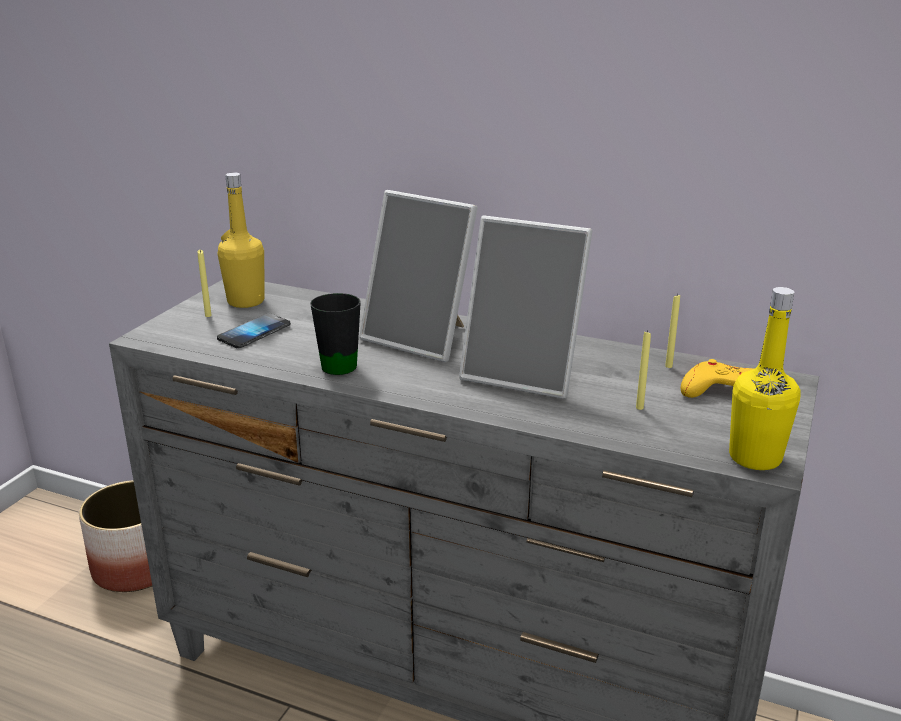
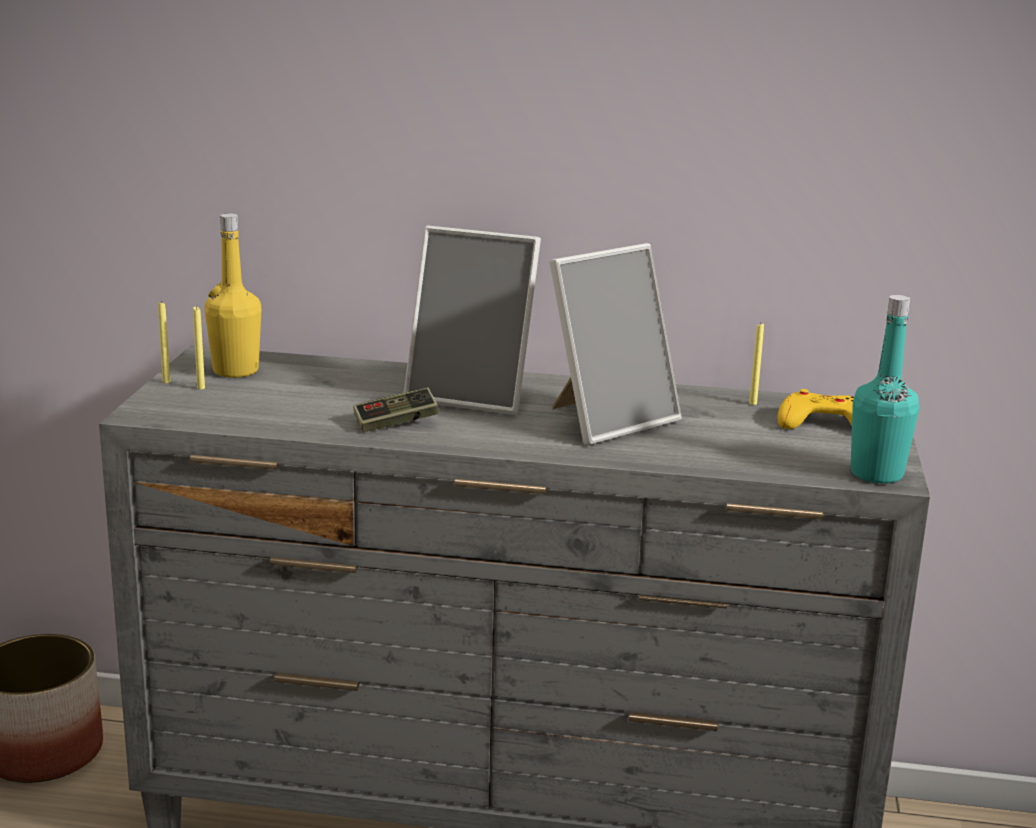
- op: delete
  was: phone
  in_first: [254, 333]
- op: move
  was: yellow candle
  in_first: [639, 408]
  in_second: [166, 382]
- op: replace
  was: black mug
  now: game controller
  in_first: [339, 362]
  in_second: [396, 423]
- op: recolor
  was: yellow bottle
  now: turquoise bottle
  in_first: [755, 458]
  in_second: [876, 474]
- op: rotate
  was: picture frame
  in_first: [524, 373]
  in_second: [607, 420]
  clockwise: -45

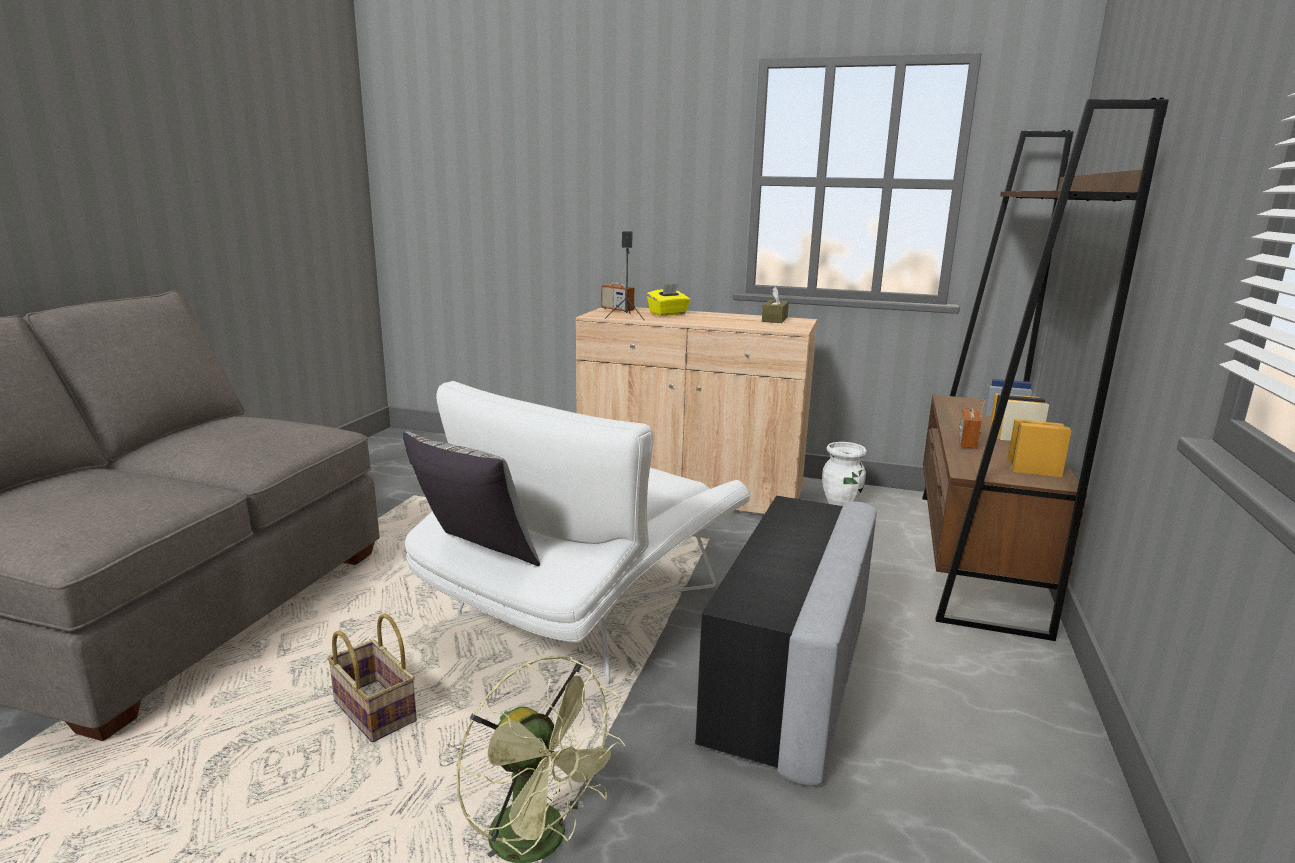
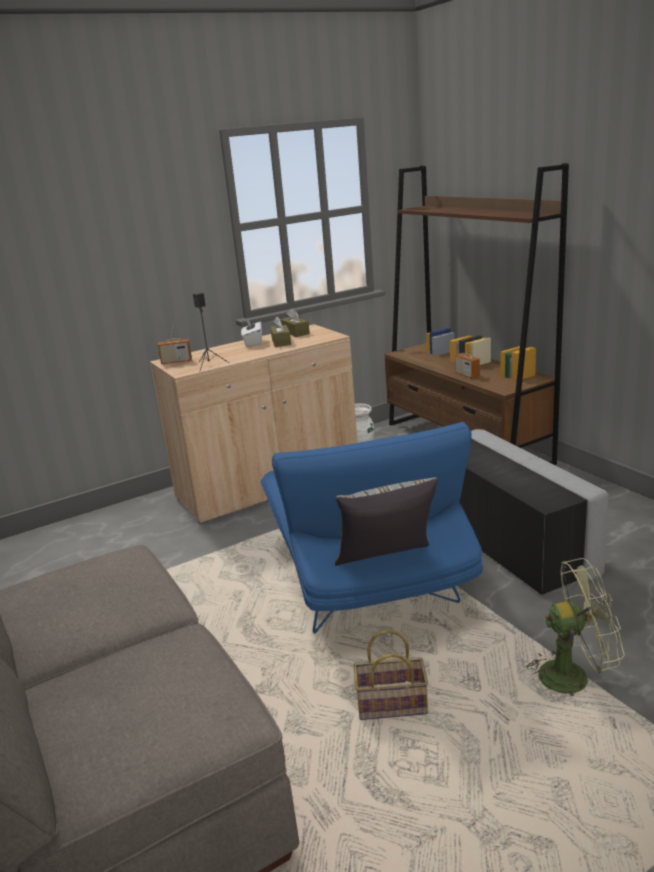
- op: delete
  was: yellow tissue box
  in_first: [668, 314]
- op: insert
  now: white tissue box
  in_second: [253, 343]
- op: insert
  now: brown tissue box
  in_second: [281, 342]
- op: recolor
  was: white armchair
  now: blue armchair
  in_first: [582, 613]
  in_second: [370, 584]

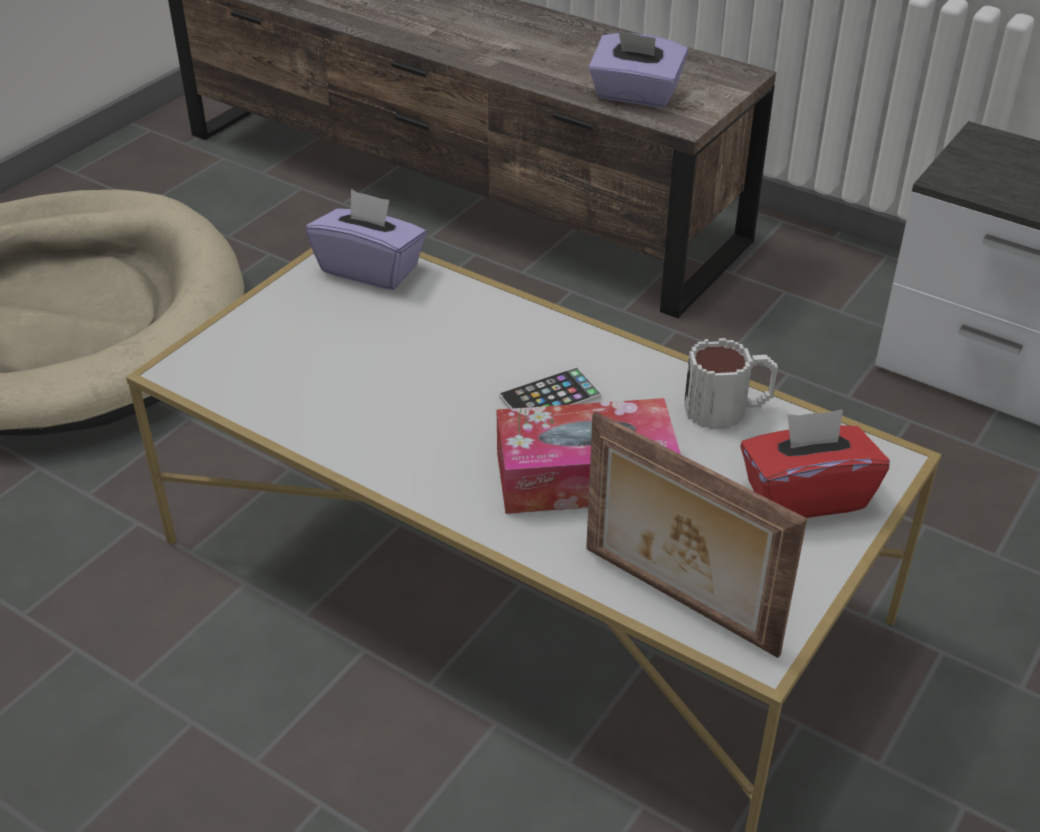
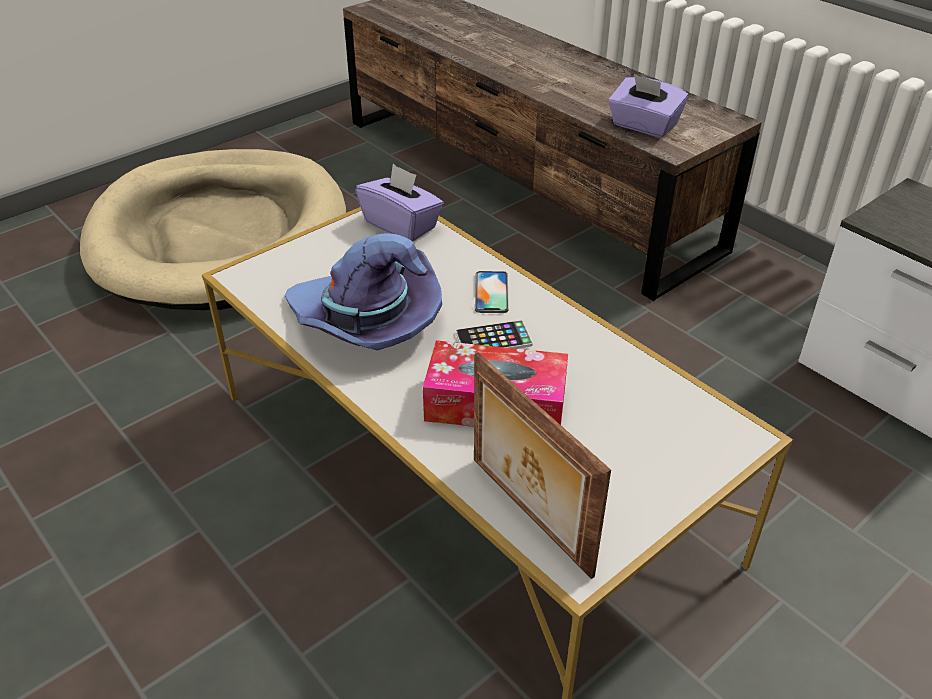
- op: delete
  was: mug
  in_first: [728, 409]
- op: delete
  was: red tissue box
  in_first: [805, 495]
- op: insert
  now: purple hat
  in_second: [365, 322]
- op: insert
  now: phone
  in_second: [491, 292]

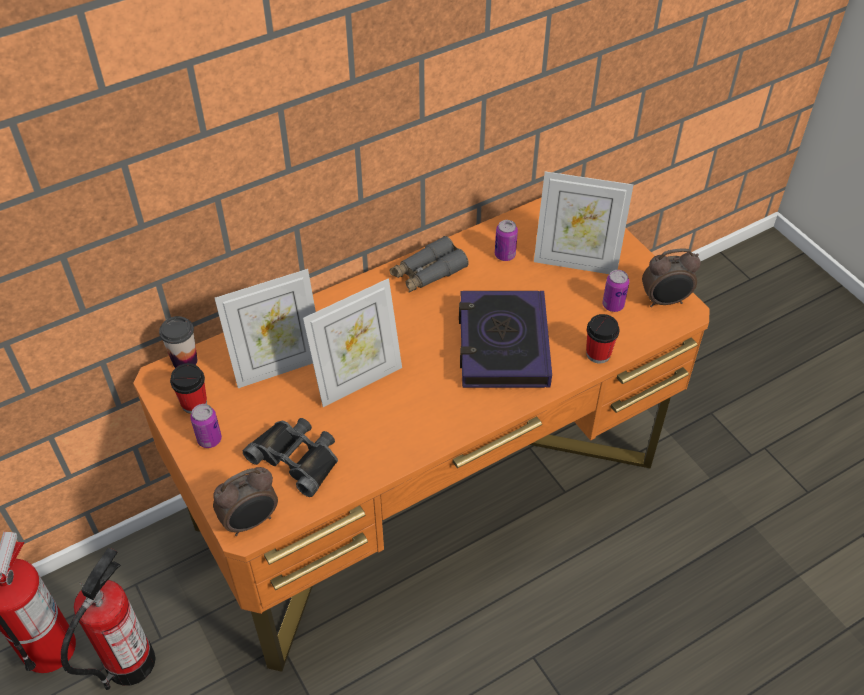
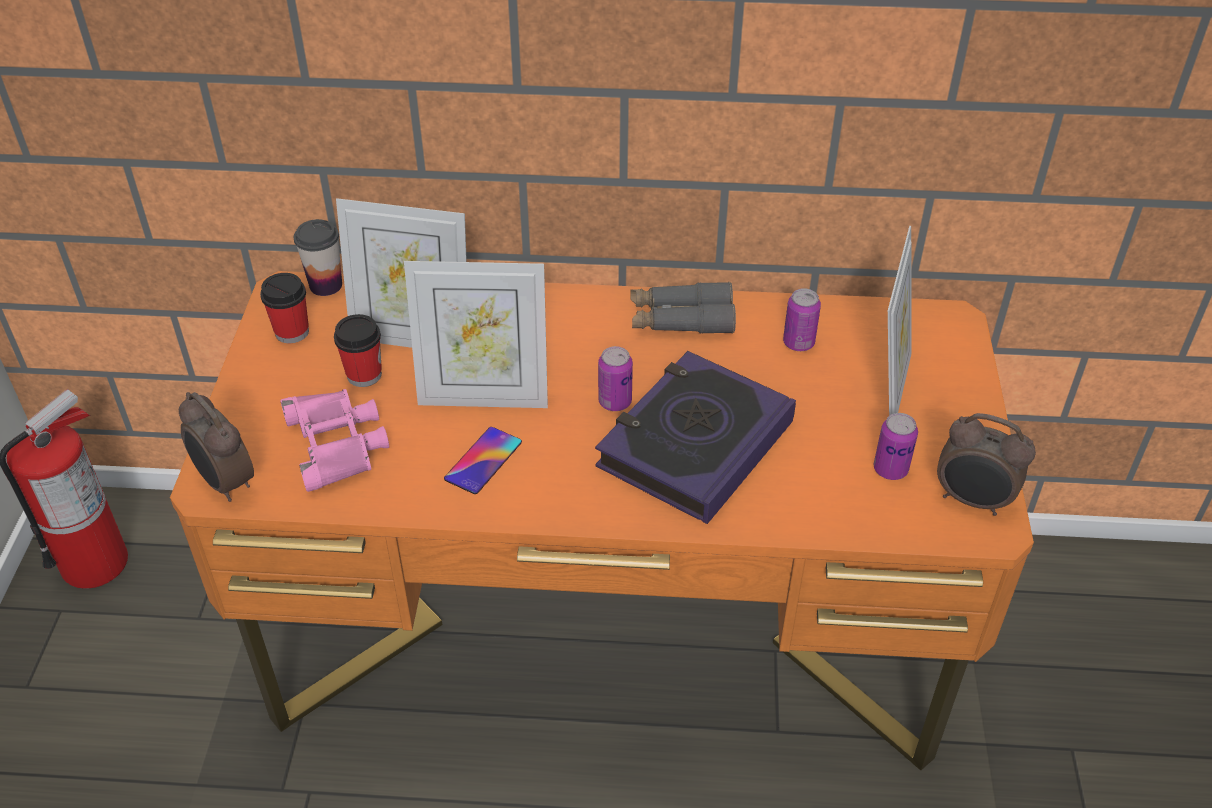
- op: delete
  was: fire extinguisher
  in_first: [130, 662]
- op: insert
  now: phone
  in_second: [483, 461]
- op: move
  was: can
  in_first: [209, 439]
  in_second: [615, 402]
- op: move
  was: cup
  in_first: [598, 354]
  in_second: [364, 375]
- op: recolor
  was: black binoculars
  now: pink binoculars
  in_first: [297, 457]
  in_second: [337, 443]
- op: rotate
  was: alarm clock
  in_first: [251, 522]
  in_second: [225, 483]
  clockwise: 45
- op: rotate
  was: picture frame
  in_first: [576, 262]
  in_second: [887, 394]
  clockwise: -120

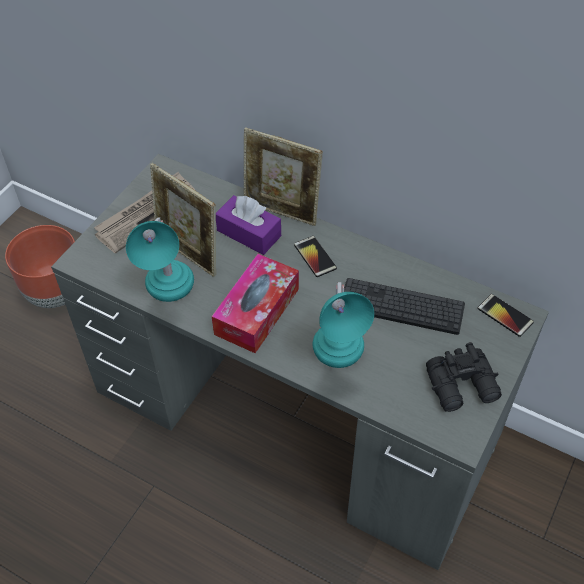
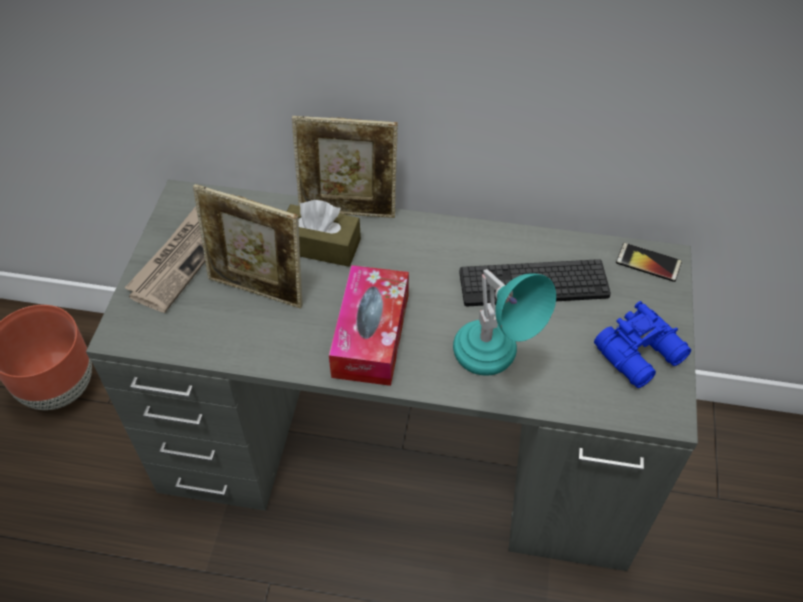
- op: delete
  was: turquoise table lamp
  in_first: [169, 295]
- op: delete
  was: phone
  in_first: [315, 257]
- op: recolor
  was: purple tissue box
  now: brown tissue box
  in_first: [249, 233]
  in_second: [320, 246]
- op: recolor
  was: black binoculars
  now: blue binoculars
  in_first: [463, 386]
  in_second: [642, 354]

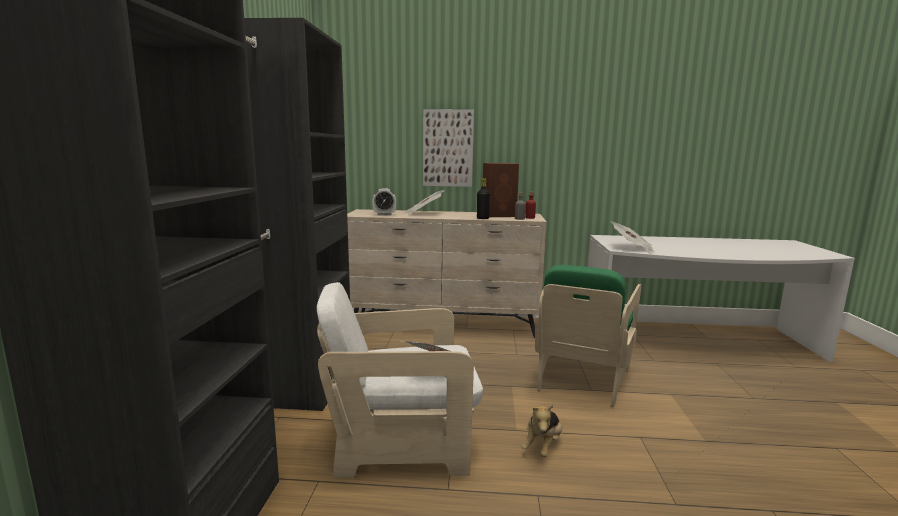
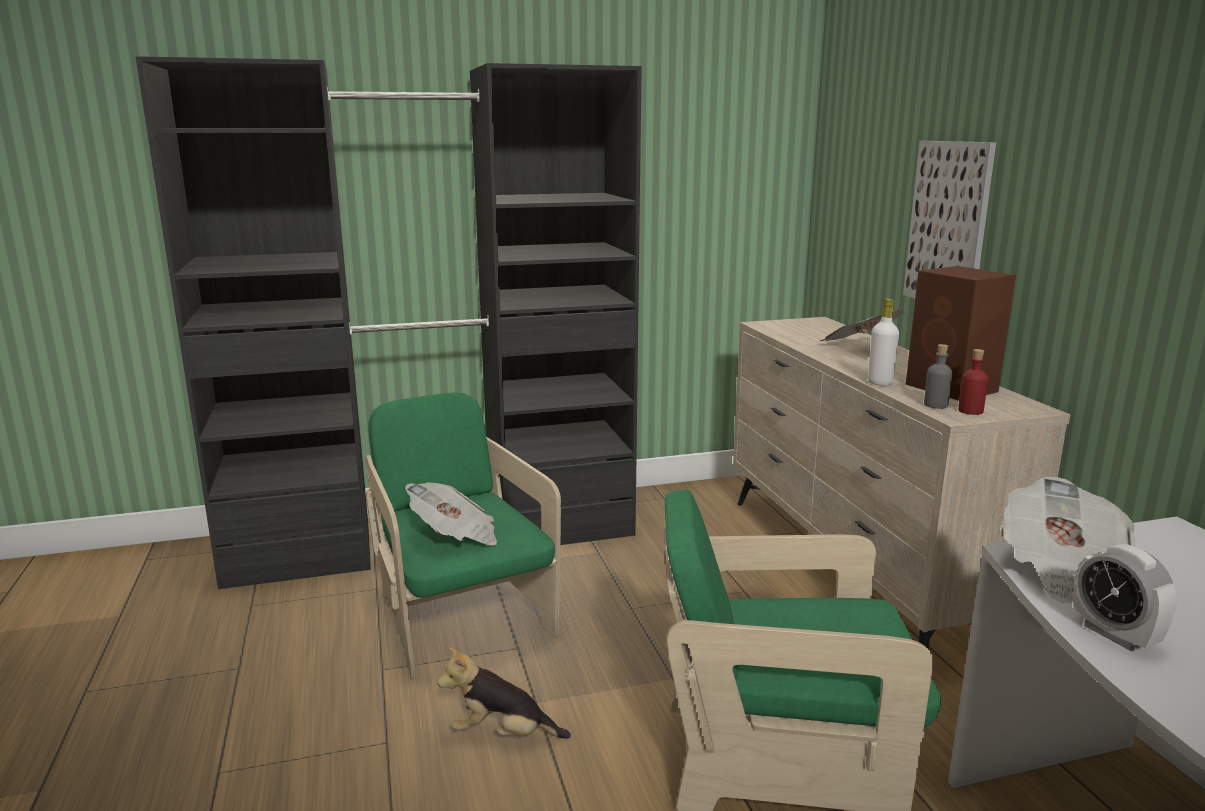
- op: move
  was: alarm clock
  in_first: [384, 214]
  in_second: [1114, 635]
- op: recolor
  was: white armchair
  now: green armchair
  in_first: [402, 443]
  in_second: [461, 618]
- op: recolor
  was: black bottle
  now: white bottle
  in_first: [482, 218]
  in_second: [880, 383]

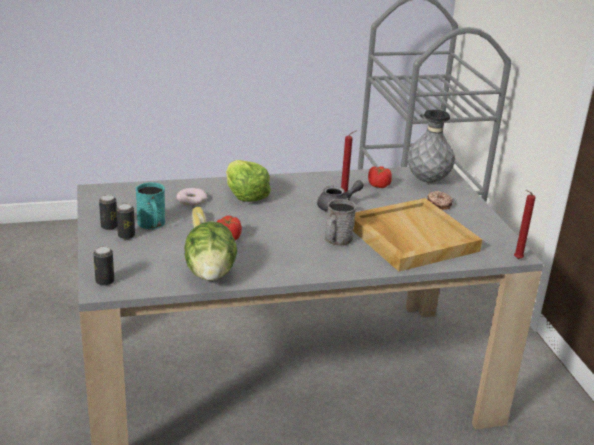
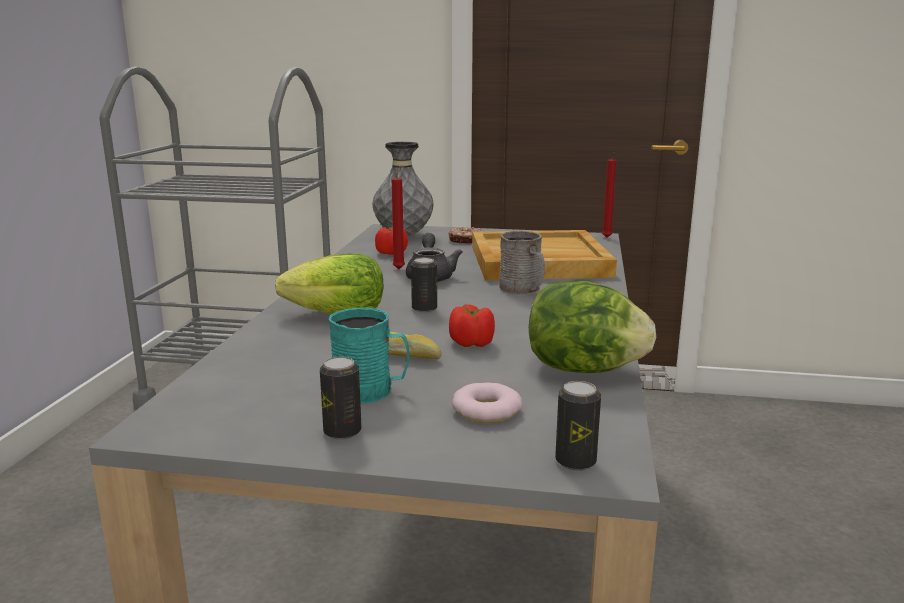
- op: move
  was: can
  in_first: [126, 236]
  in_second: [424, 309]
- op: move
  was: donut
  in_first: [192, 200]
  in_second: [486, 410]

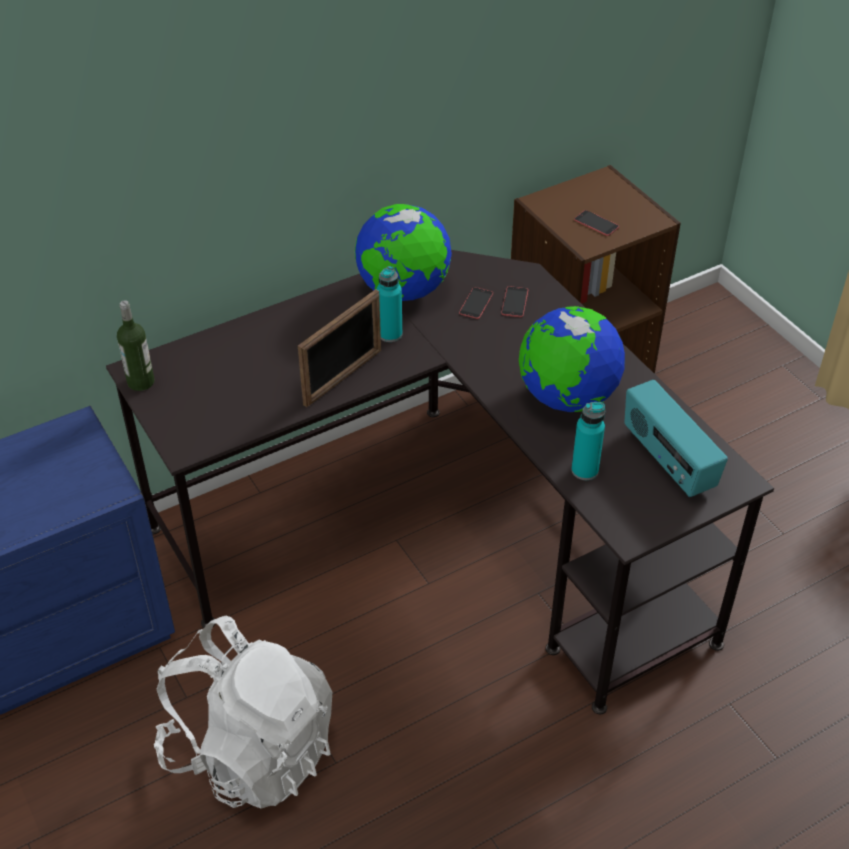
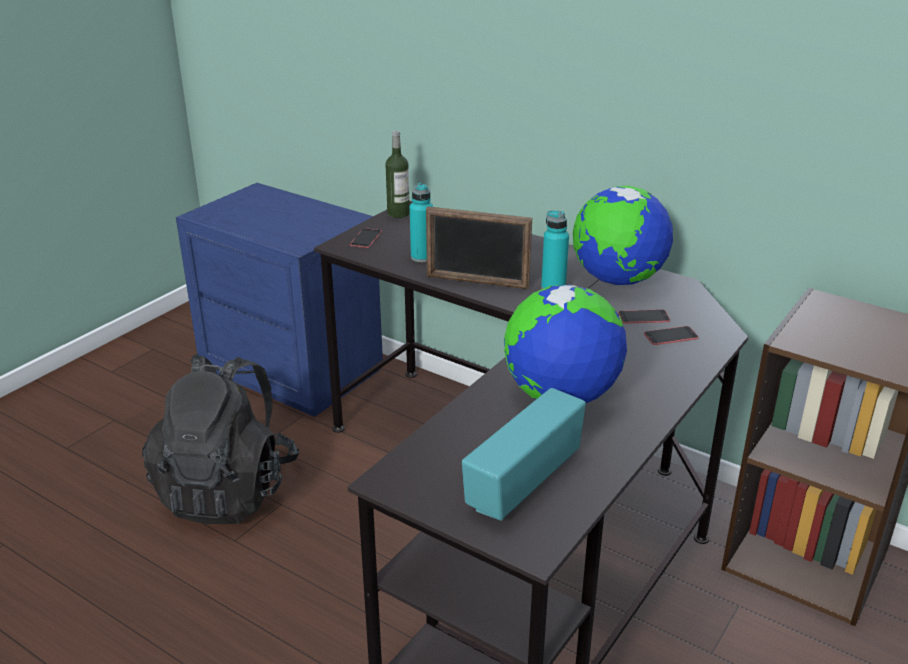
- op: move
  was: turquoise bottle
  in_first: [584, 470]
  in_second: [422, 257]
- op: move
  was: phone
  in_first: [596, 223]
  in_second: [366, 238]
- op: recolor
  was: white backpack
  now: black backpack
  in_first: [251, 750]
  in_second: [228, 490]

